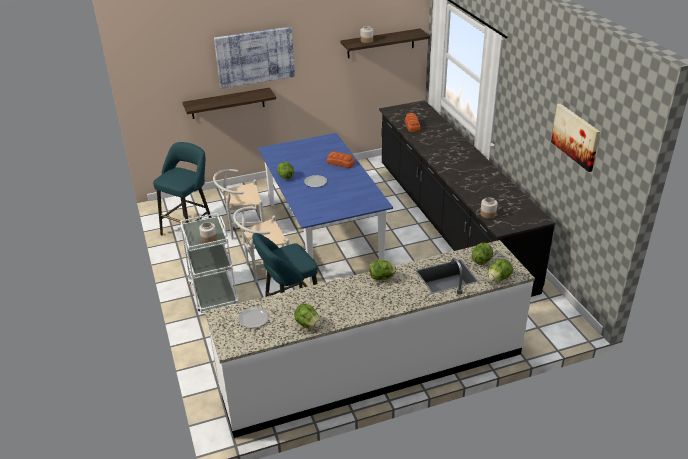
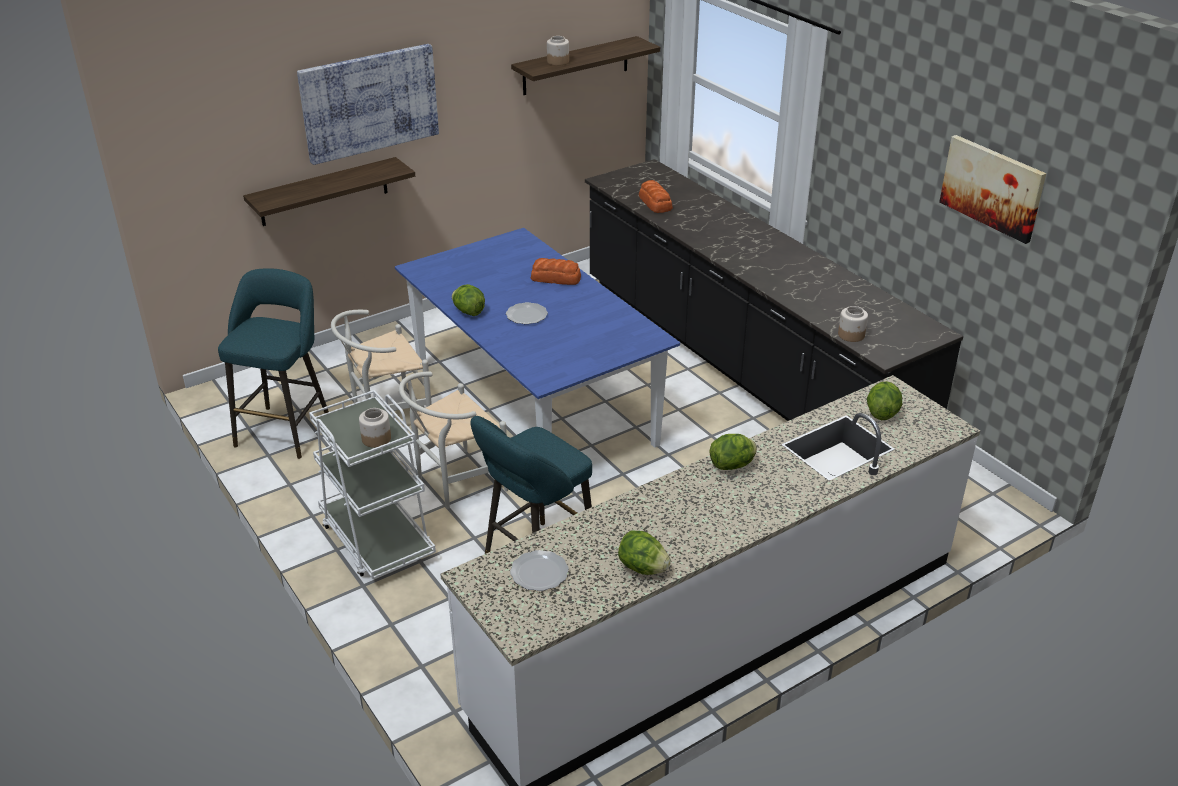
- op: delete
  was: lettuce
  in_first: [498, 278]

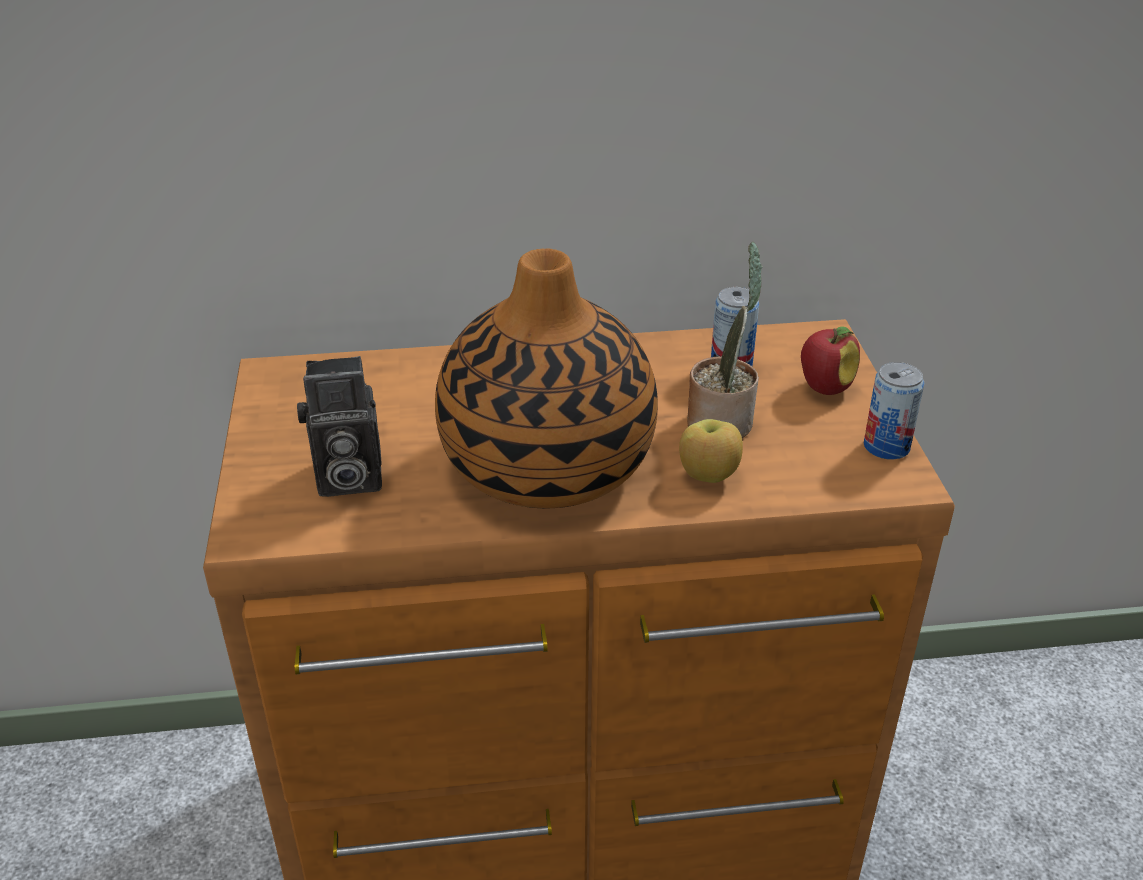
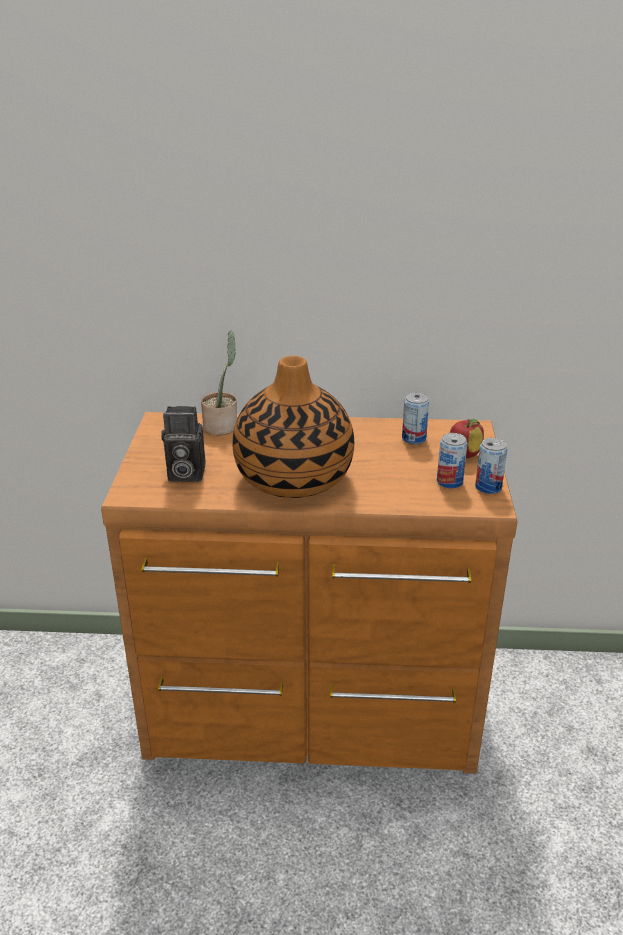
- op: delete
  was: apple
  in_first: [708, 476]
- op: insert
  now: can
  in_second: [449, 482]
- op: move
  was: potted plant
  in_first: [722, 420]
  in_second: [222, 426]

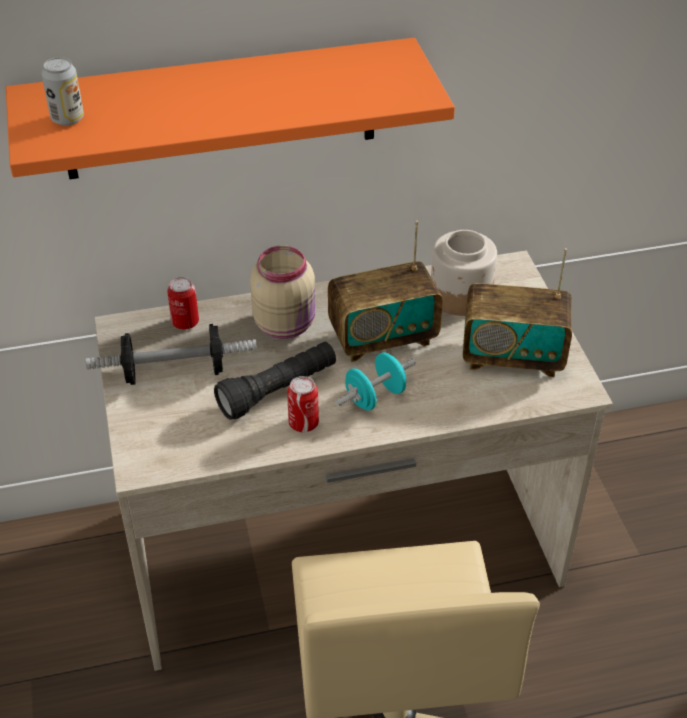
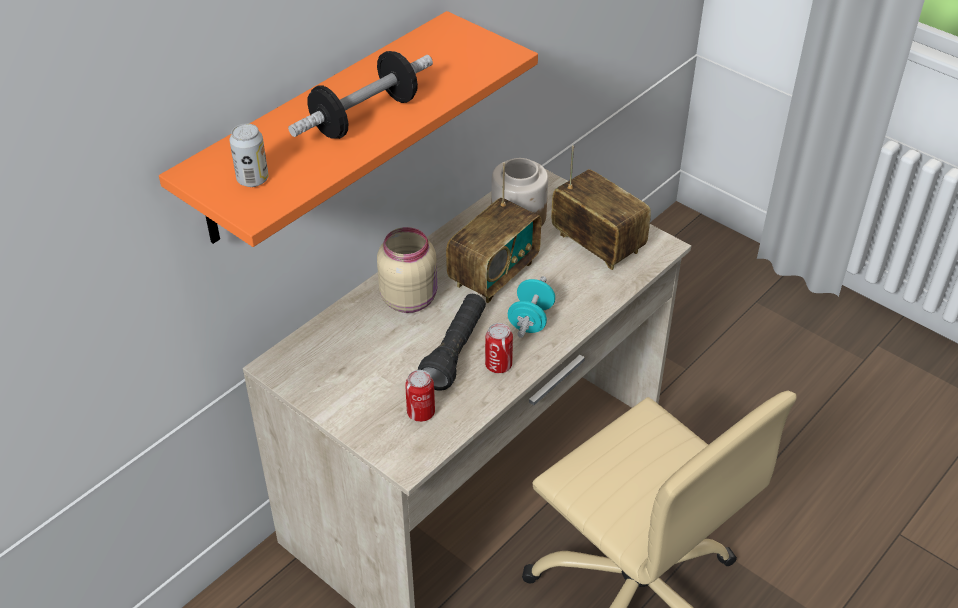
- op: move
  was: dumbbell
  in_first: [174, 372]
  in_second: [364, 117]
- op: move
  was: can
  in_first: [185, 322]
  in_second: [421, 413]
- op: rotate
  was: radio
  in_first: [512, 357]
  in_second: [597, 244]
  clockwise: -105

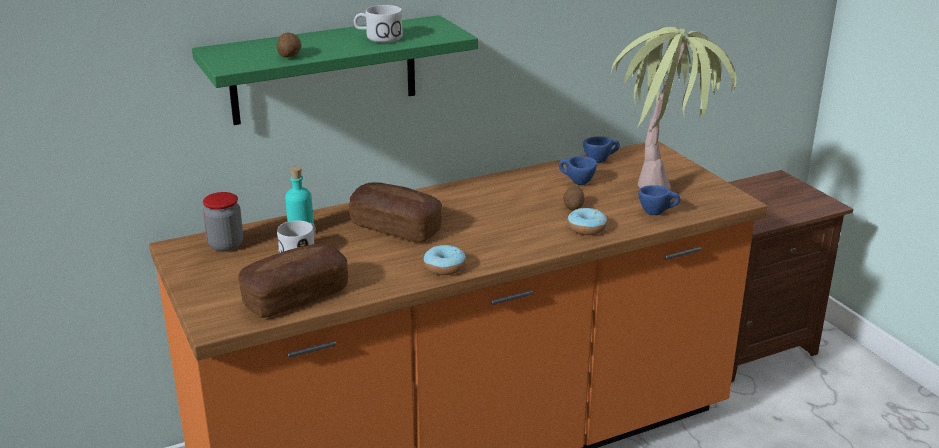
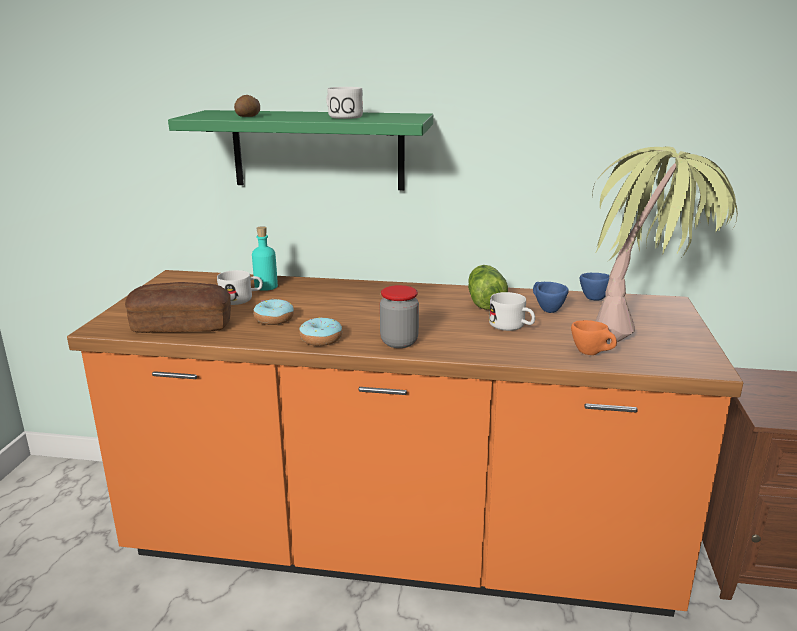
- op: delete
  was: bread
  in_first: [396, 228]
- op: insert
  now: lettuce
  in_second: [485, 300]
- op: move
  was: jar
  in_first: [225, 245]
  in_second: [399, 342]
- op: move
  was: donut
  in_first: [586, 228]
  in_second: [274, 319]
- op: replace
  was: potato
  now: white mug
  in_first: [573, 206]
  in_second: [512, 326]
- op: recolor
  was: blue cup
  now: orange cup
  in_first: [657, 213]
  in_second: [592, 354]

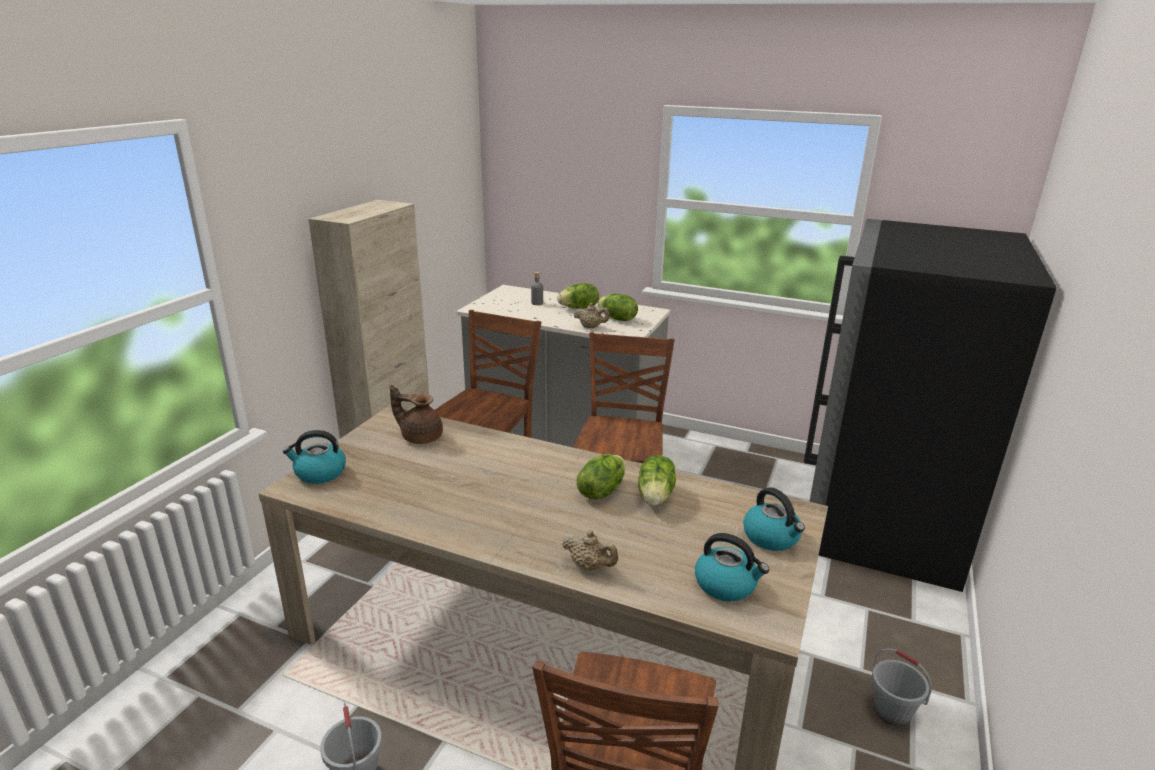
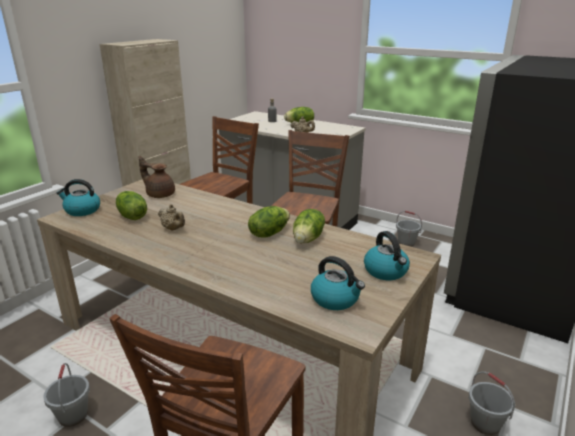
- op: insert
  now: grey bucket
  in_second: [406, 243]
- op: move
  was: beige teapot
  in_first: [589, 567]
  in_second: [173, 229]
- op: move
  was: lettuce
  in_first: [617, 319]
  in_second: [131, 216]

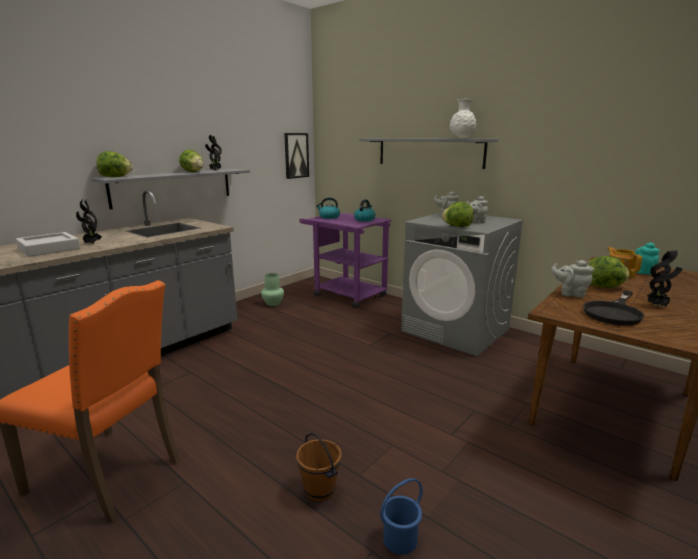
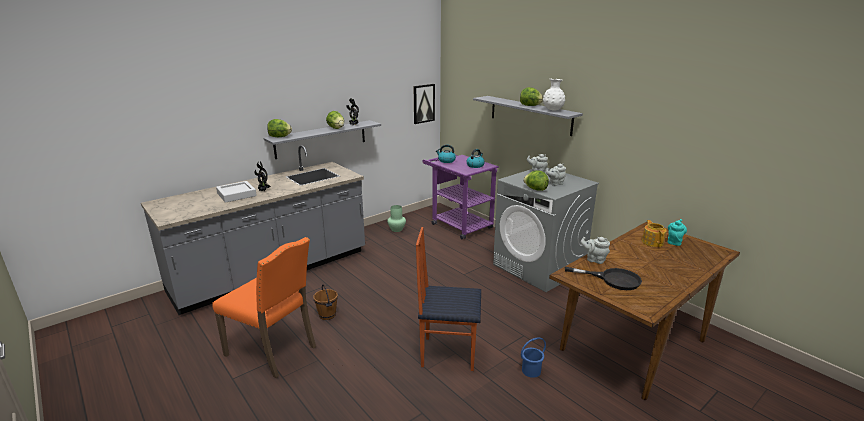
- op: delete
  was: potted plant
  in_first: [657, 306]
- op: insert
  now: chair
  in_second: [448, 353]
- op: move
  was: brown bucket
  in_first: [319, 490]
  in_second: [327, 315]
- op: move
  was: blue bucket
  in_first: [400, 540]
  in_second: [531, 371]
- op: move
  was: lettuce
  in_first: [604, 287]
  in_second: [530, 106]
- op: rotate
  was: black frying pan
  in_first: [614, 312]
  in_second: [612, 279]
  clockwise: -120

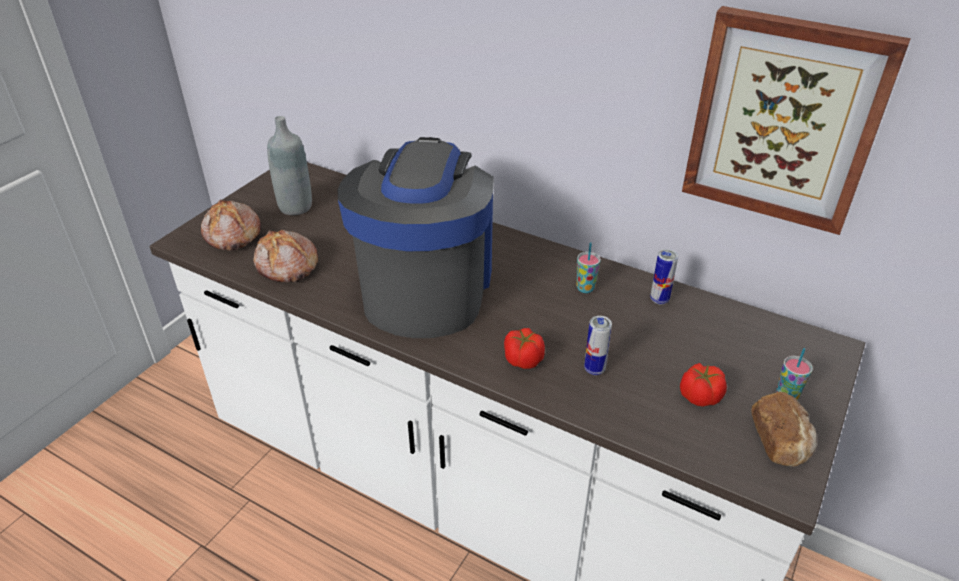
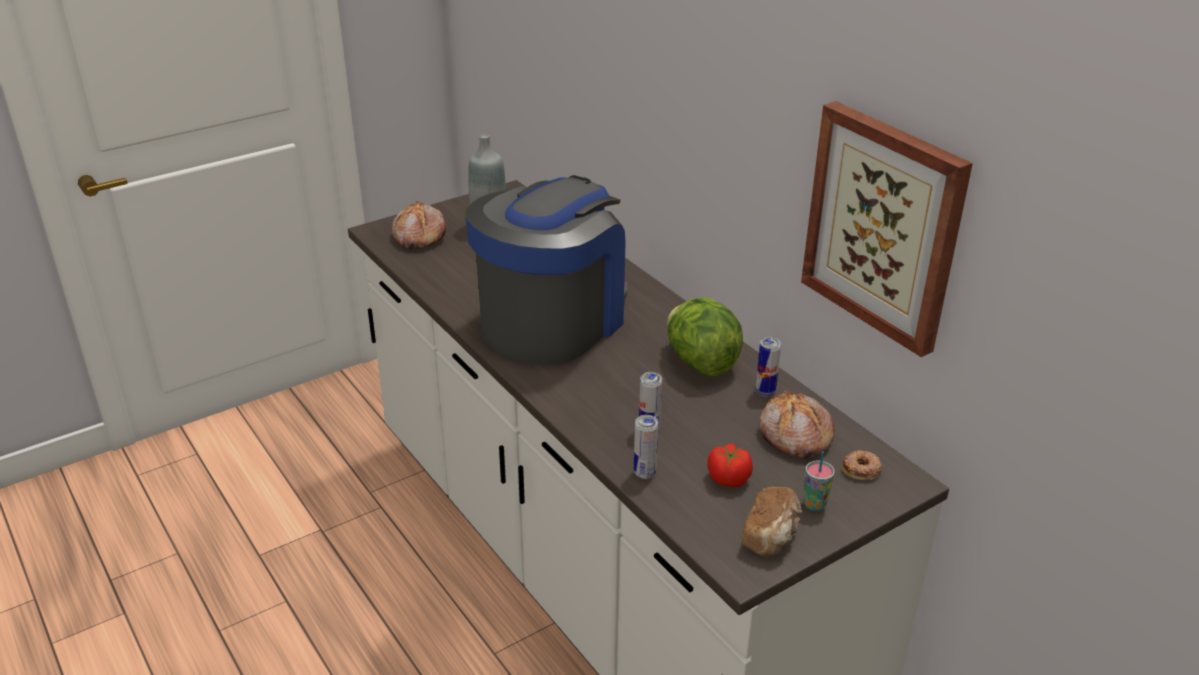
- op: delete
  was: tomato
  in_first: [523, 359]
- op: insert
  now: can
  in_second: [644, 473]
- op: insert
  now: donut
  in_second: [862, 469]
- op: move
  was: bread
  in_first: [286, 266]
  in_second: [794, 436]
- op: replace
  was: cup
  now: lettuce
  in_first: [585, 288]
  in_second: [700, 362]

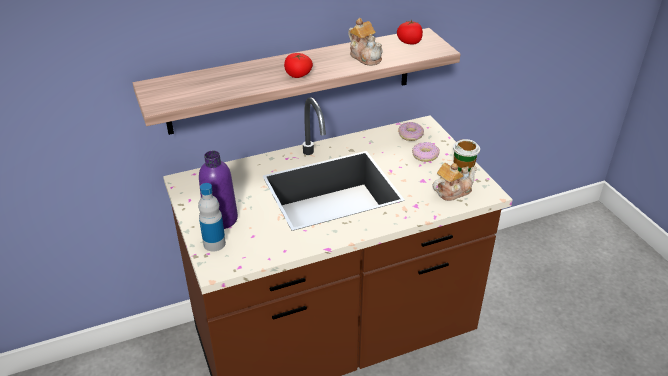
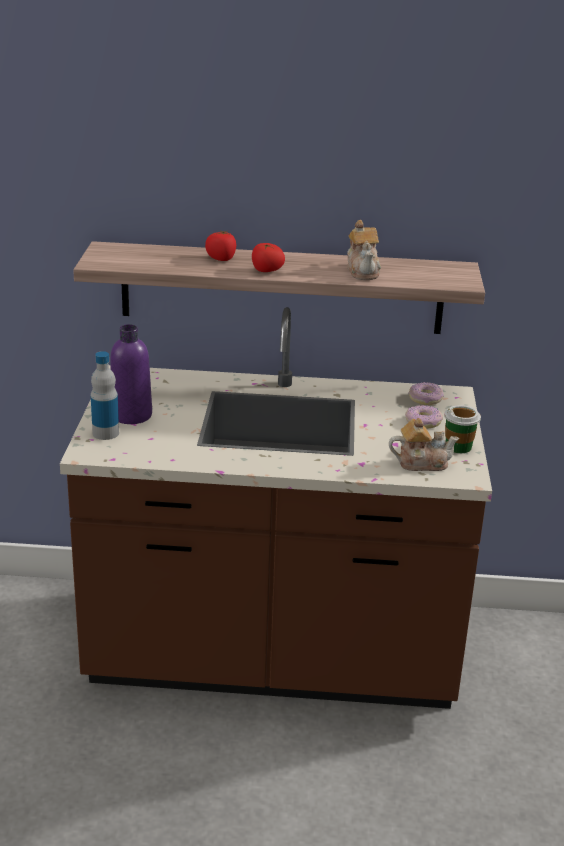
- op: move
  was: tomato
  in_first: [409, 42]
  in_second: [221, 258]

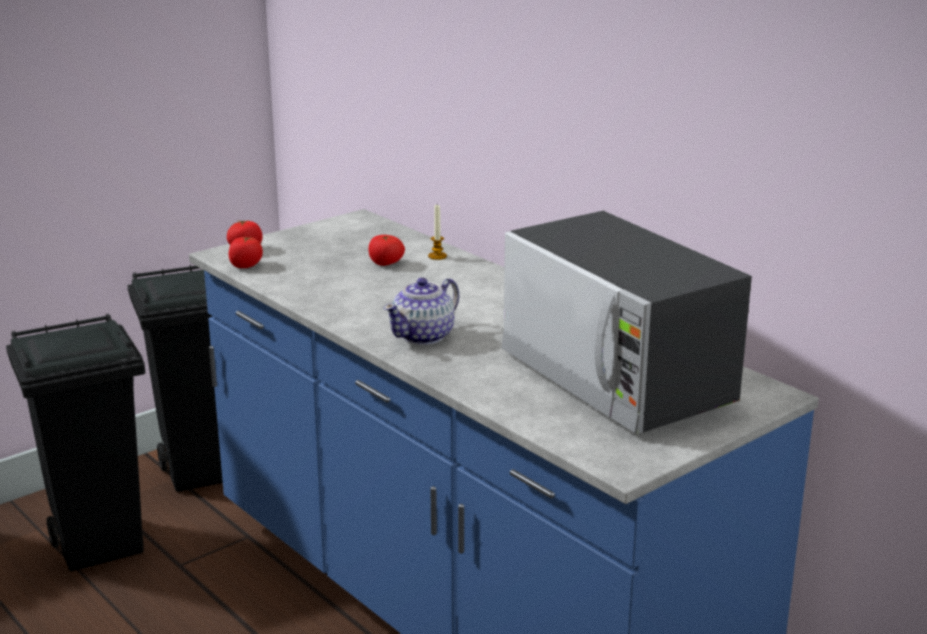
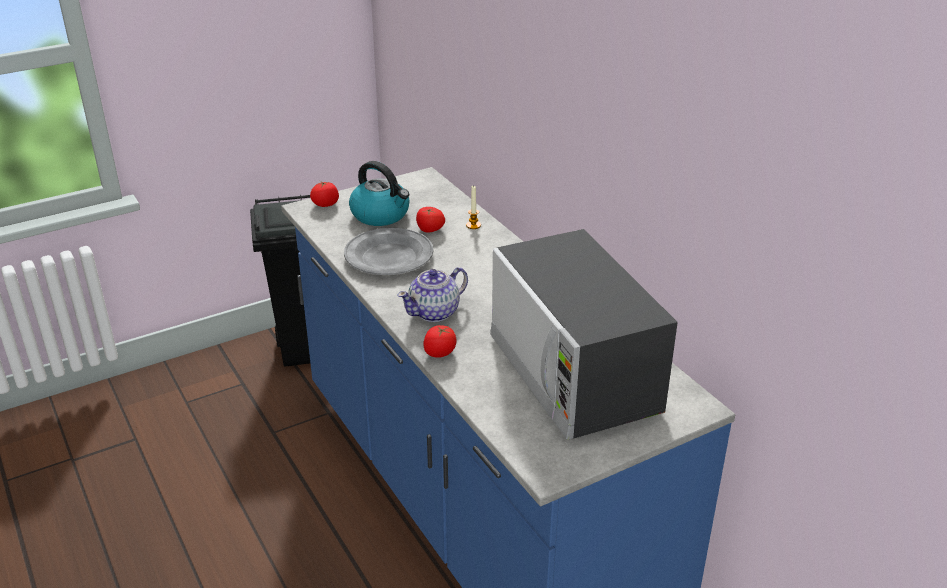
- op: delete
  was: black trash can
  in_first: [101, 545]
- op: insert
  now: grey plate
  in_second: [389, 256]
- op: insert
  now: kettle
  in_second: [381, 215]
- op: move
  was: tomato
  in_first: [246, 265]
  in_second: [440, 352]

